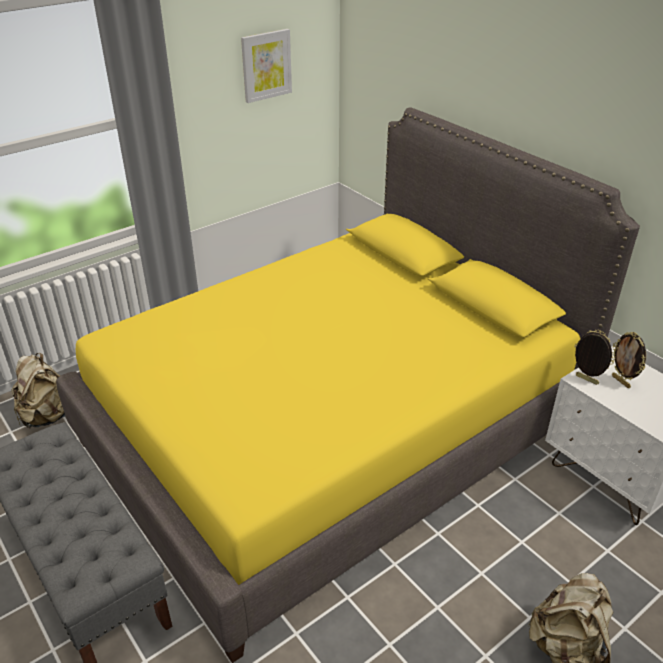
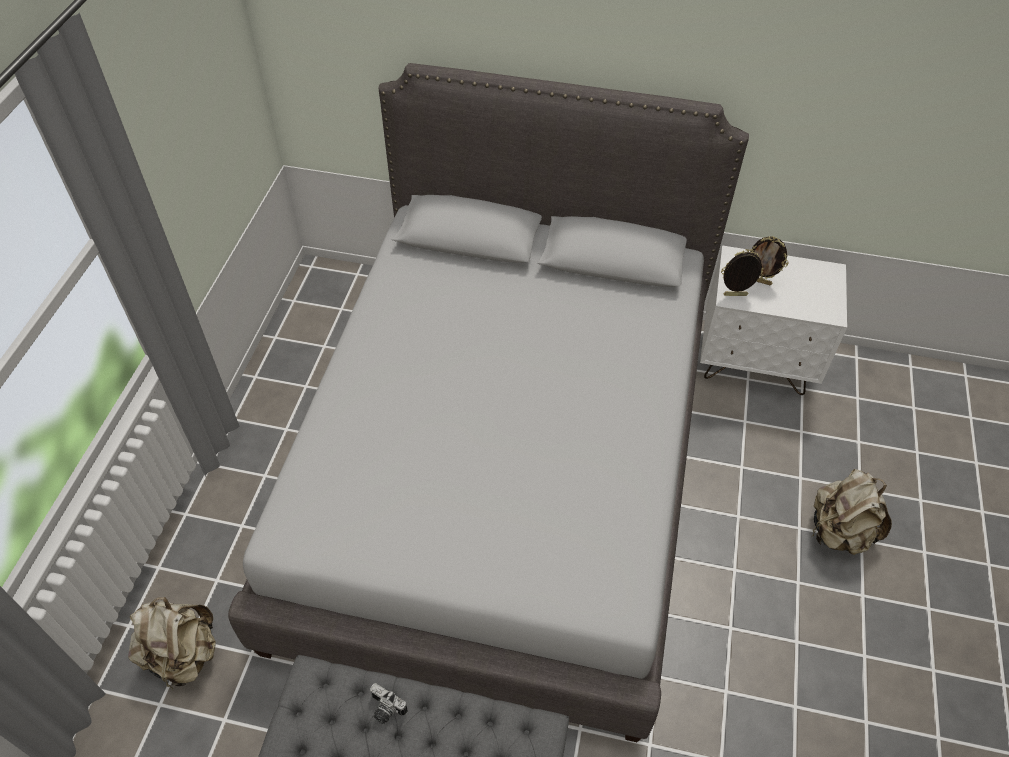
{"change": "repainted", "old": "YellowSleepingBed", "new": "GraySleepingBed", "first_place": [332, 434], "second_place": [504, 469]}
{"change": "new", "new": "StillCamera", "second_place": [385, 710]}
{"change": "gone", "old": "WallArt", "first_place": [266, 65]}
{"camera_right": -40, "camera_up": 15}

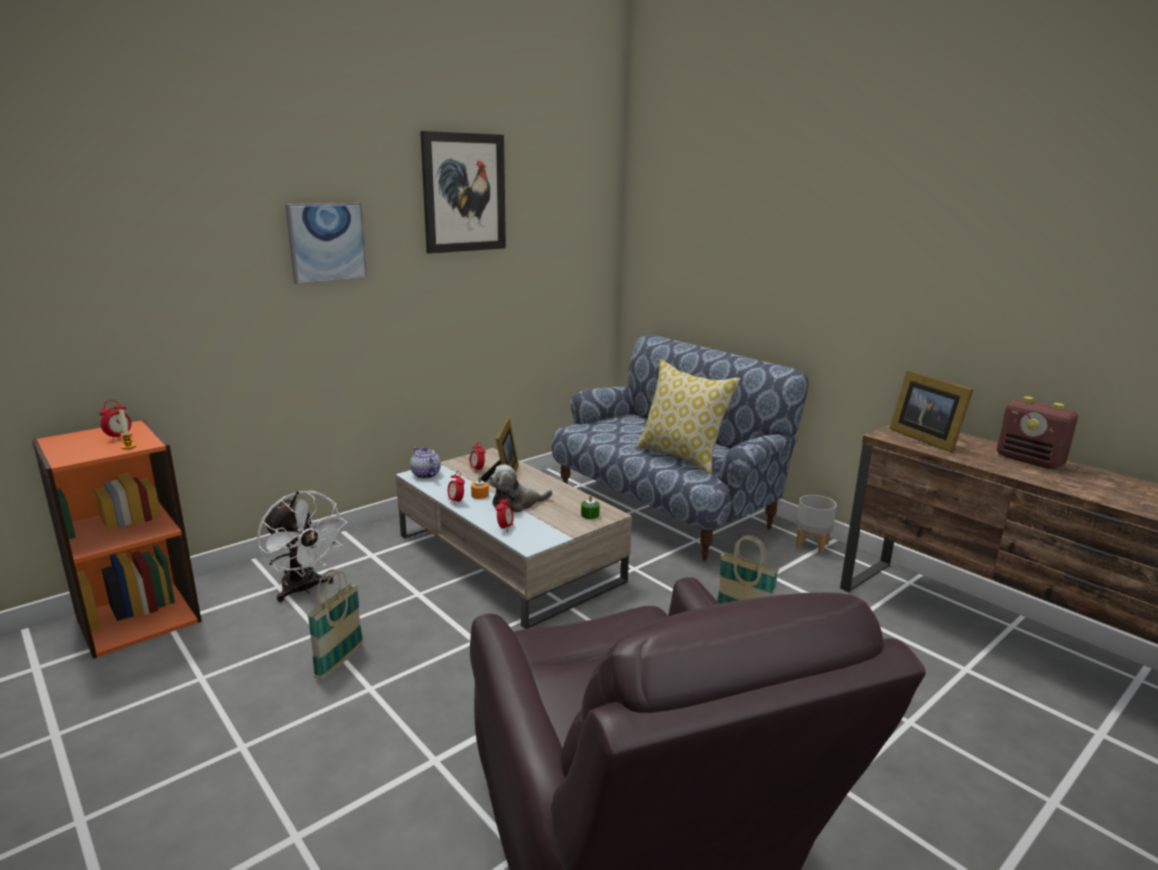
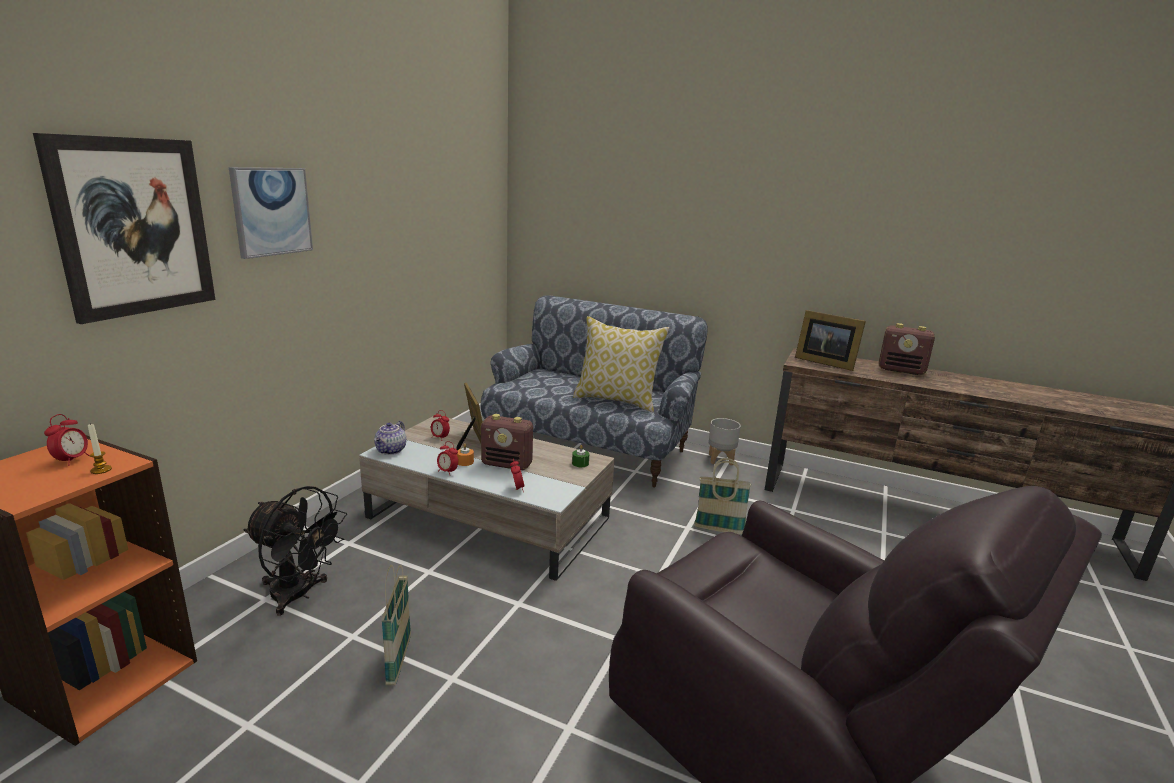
{"change": "shifted", "old": "WallArt", "first_place": [464, 193], "second_place": [133, 227]}
{"change": "repainted", "old": "WhiteElectricFan", "new": "BlackElectricFan", "first_place": [304, 589], "second_place": [299, 595]}
{"change": "rotated", "old": "PotForTea", "first_place": [425, 475], "second_place": [391, 451], "degrees": -105}
{"change": "swapped", "old": "CuddlyToy", "new": "RadioReceiver", "first_place": [517, 504], "second_place": [507, 464]}
{"camera_right": -25, "camera_up": 0}

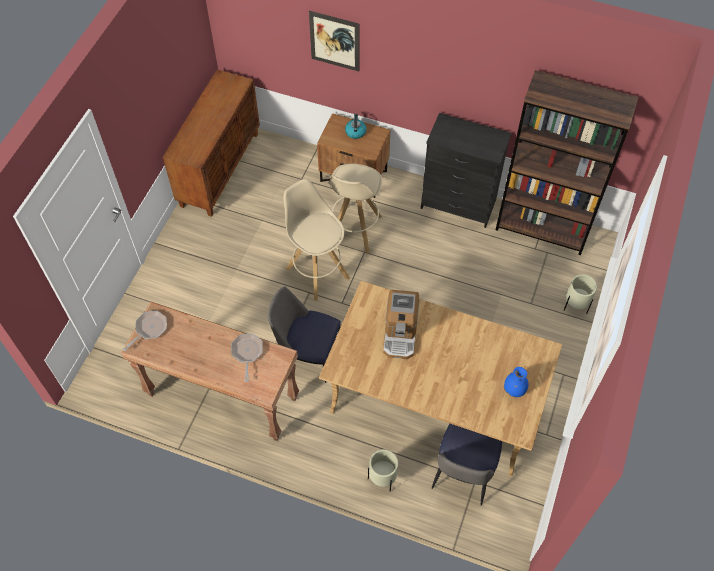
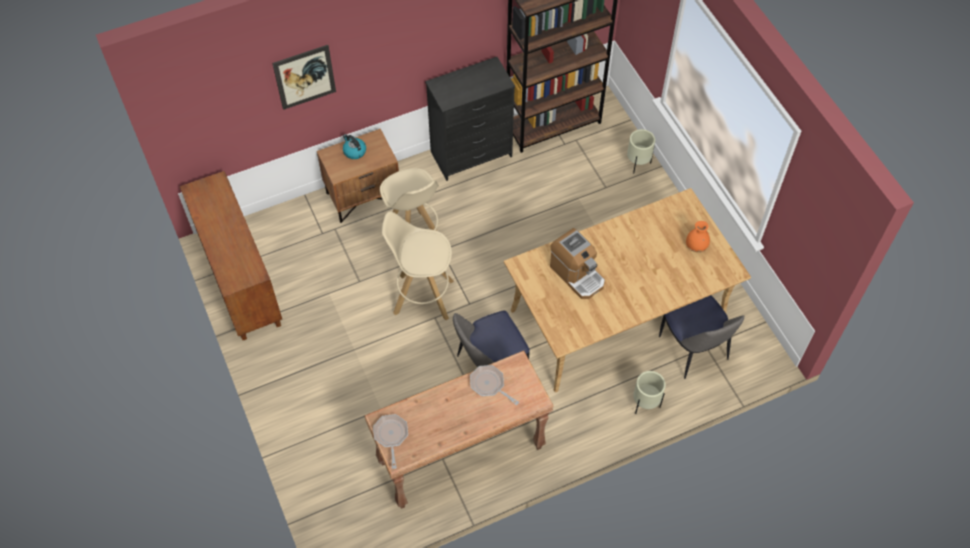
{"change": "repainted", "old": "BlueDecorativeVase", "new": "OrangeyDecorativeVase", "first_place": [514, 390], "second_place": [696, 246]}
{"camera_right": -45, "camera_up": 0}

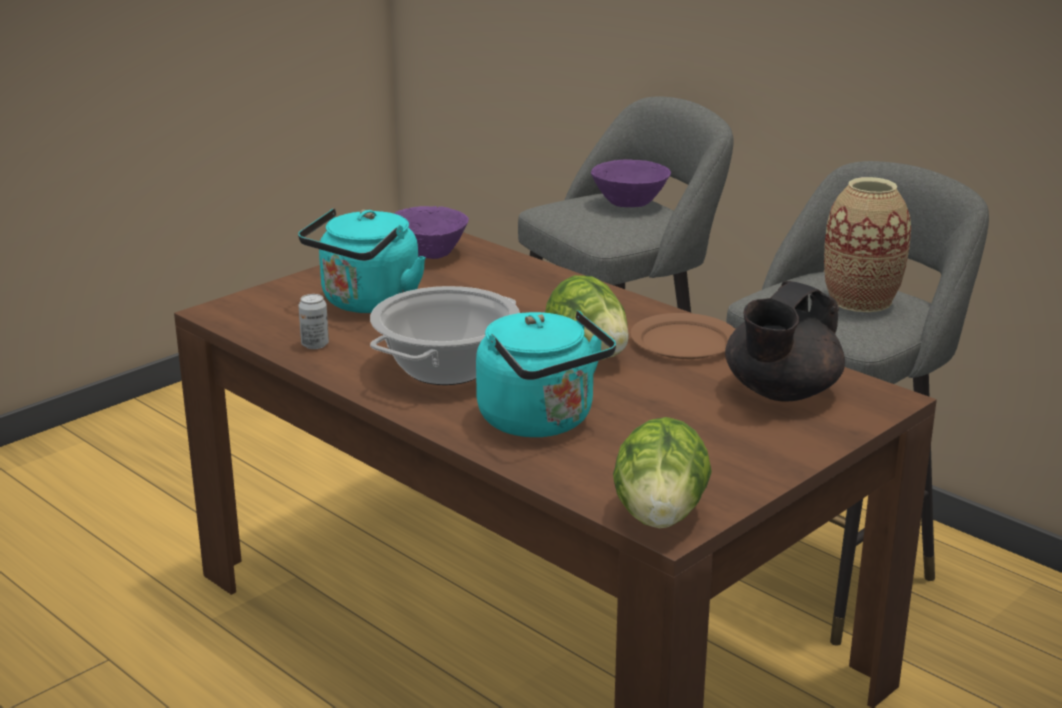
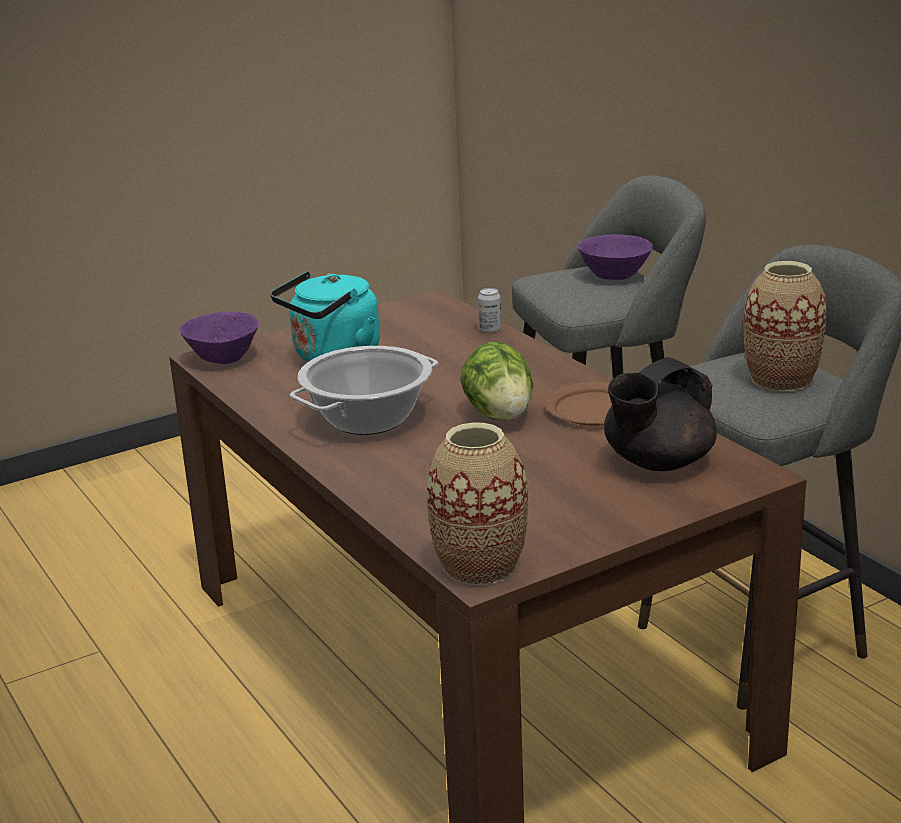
{"change": "shifted", "old": "PurpleBowl", "first_place": [428, 253], "second_place": [224, 358]}
{"change": "swapped", "old": "LettuceHead", "new": "DecorativeVase", "first_place": [660, 515], "second_place": [480, 566]}
{"change": "shifted", "old": "MetalCan", "first_place": [315, 345], "second_place": [490, 330]}
{"change": "gone", "old": "TurquoiseColouredWaterKettle", "first_place": [541, 422]}
{"camera_right": 15, "camera_up": 0}

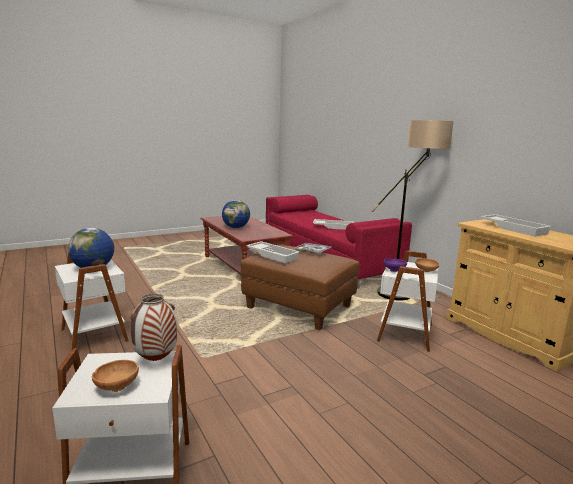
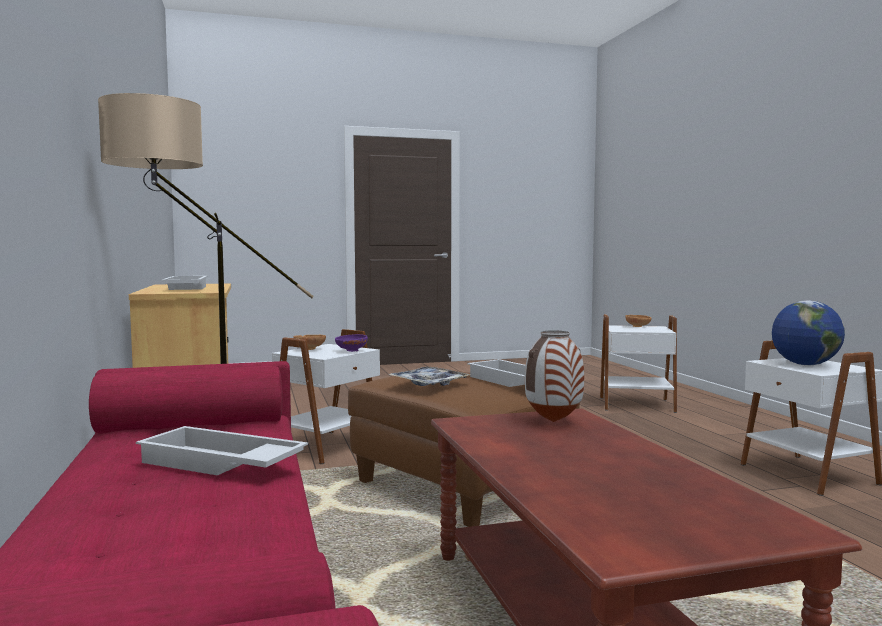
{"change": "shifted", "old": "DecorativeVase", "first_place": [156, 360], "second_place": [553, 421]}
{"change": "gone", "old": "WorldGlobe", "first_place": [236, 227]}
{"camera_right": -165, "camera_up": -10}

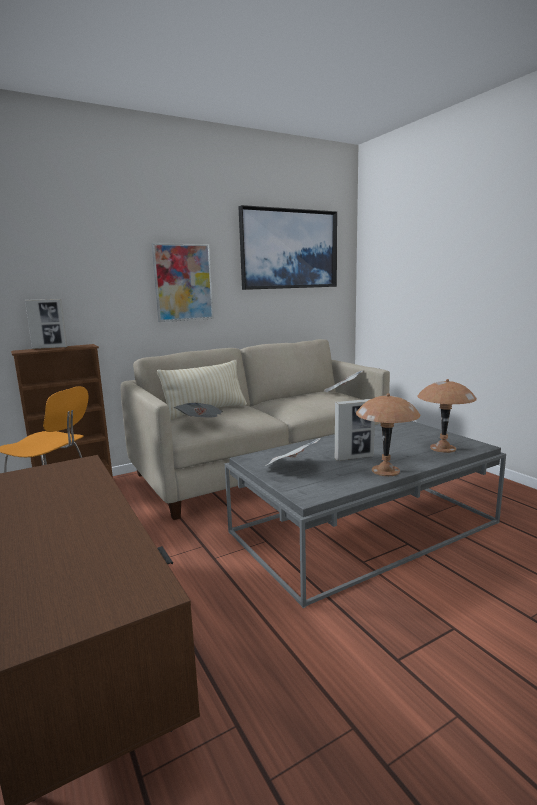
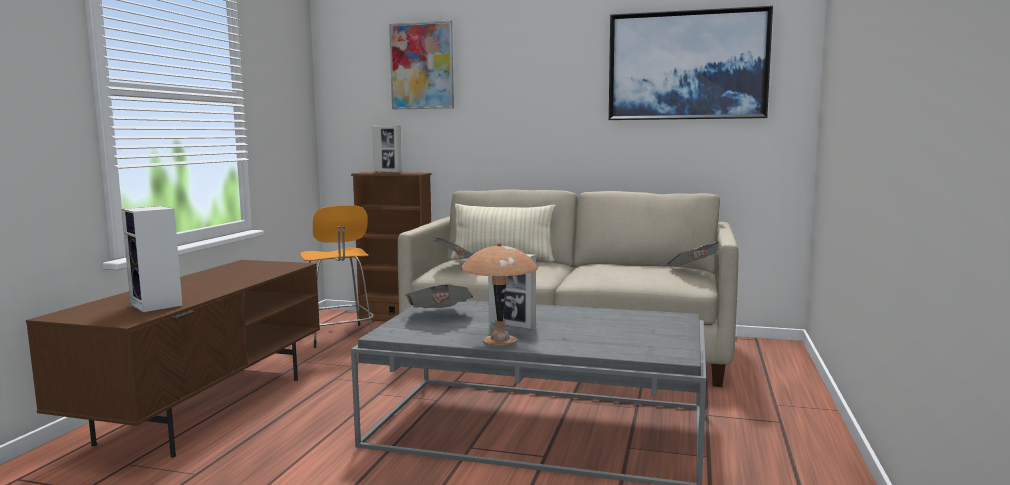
{"change": "new", "new": "Loudspeaker", "second_place": [158, 305]}
{"change": "shifted", "old": "WallArt", "first_place": [183, 282], "second_place": [422, 66]}
{"change": "gone", "old": "BrownishLampForATable", "first_place": [442, 448]}
{"camera_right": 45, "camera_up": -5}

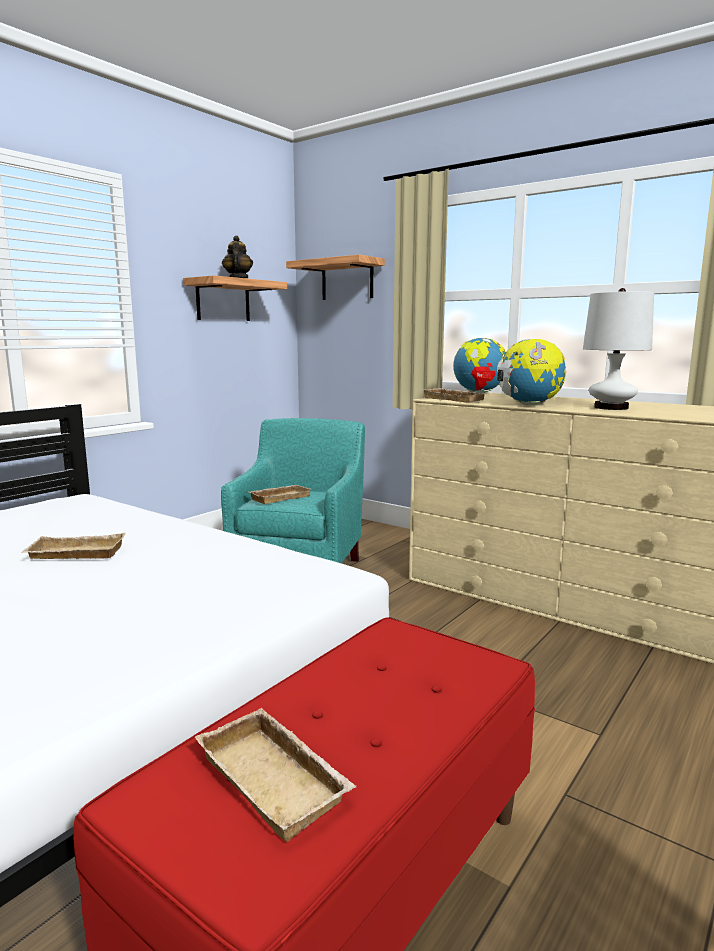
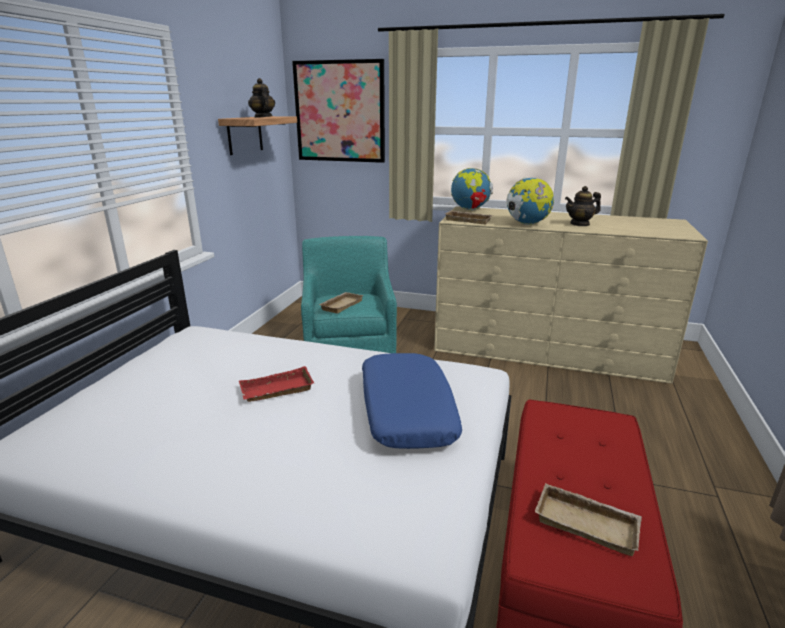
{"change": "repainted", "old": "BeigeCarryingTray", "new": "RedColouredCarryingTray", "first_place": [74, 554], "second_place": [276, 391]}
{"change": "swapped", "old": "BracketShelf", "new": "WallArt", "first_place": [347, 280], "second_place": [340, 112]}
{"change": "new", "new": "BluePillow", "second_place": [406, 411]}
{"change": "swapped", "old": "WhiteLampForATable", "new": "PotForTea", "first_place": [611, 408], "second_place": [580, 224]}
{"camera_right": -20, "camera_up": 10}

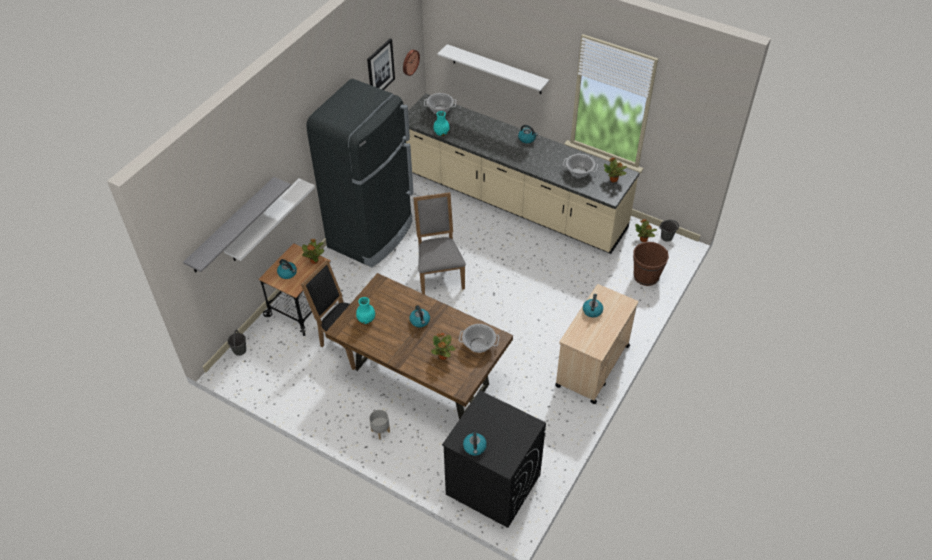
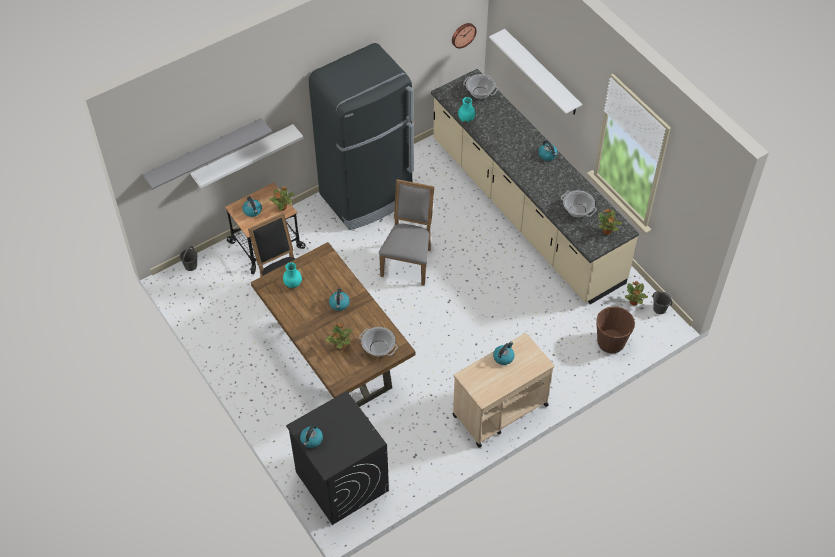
{"change": "gone", "old": "WallArt", "first_place": [380, 69]}
{"change": "gone", "old": "GrayFlowerPot", "first_place": [380, 431]}
{"camera_right": 25, "camera_up": 5}

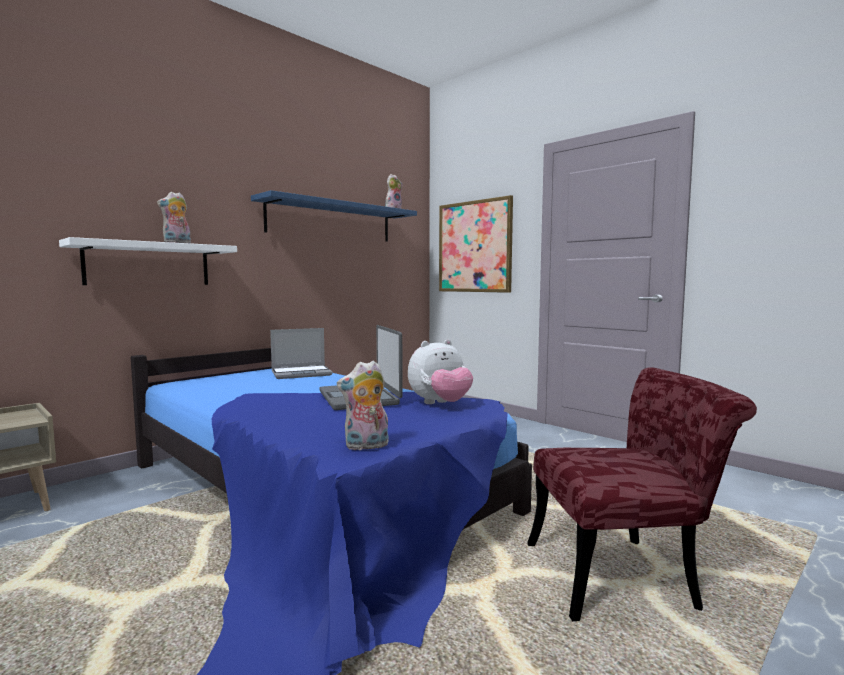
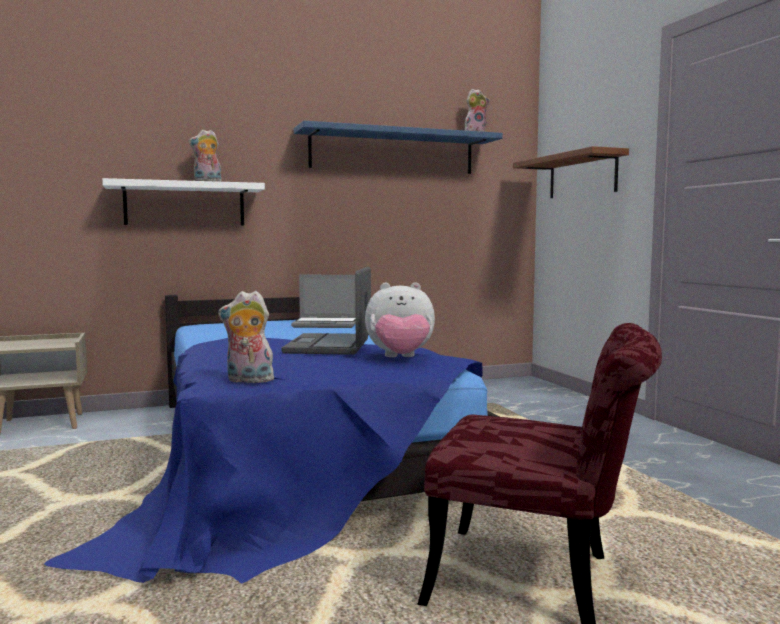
{"change": "swapped", "old": "WallArt", "new": "BrownishBracketShelf", "first_place": [474, 247], "second_place": [582, 176]}
{"camera_right": 25, "camera_up": 0}

